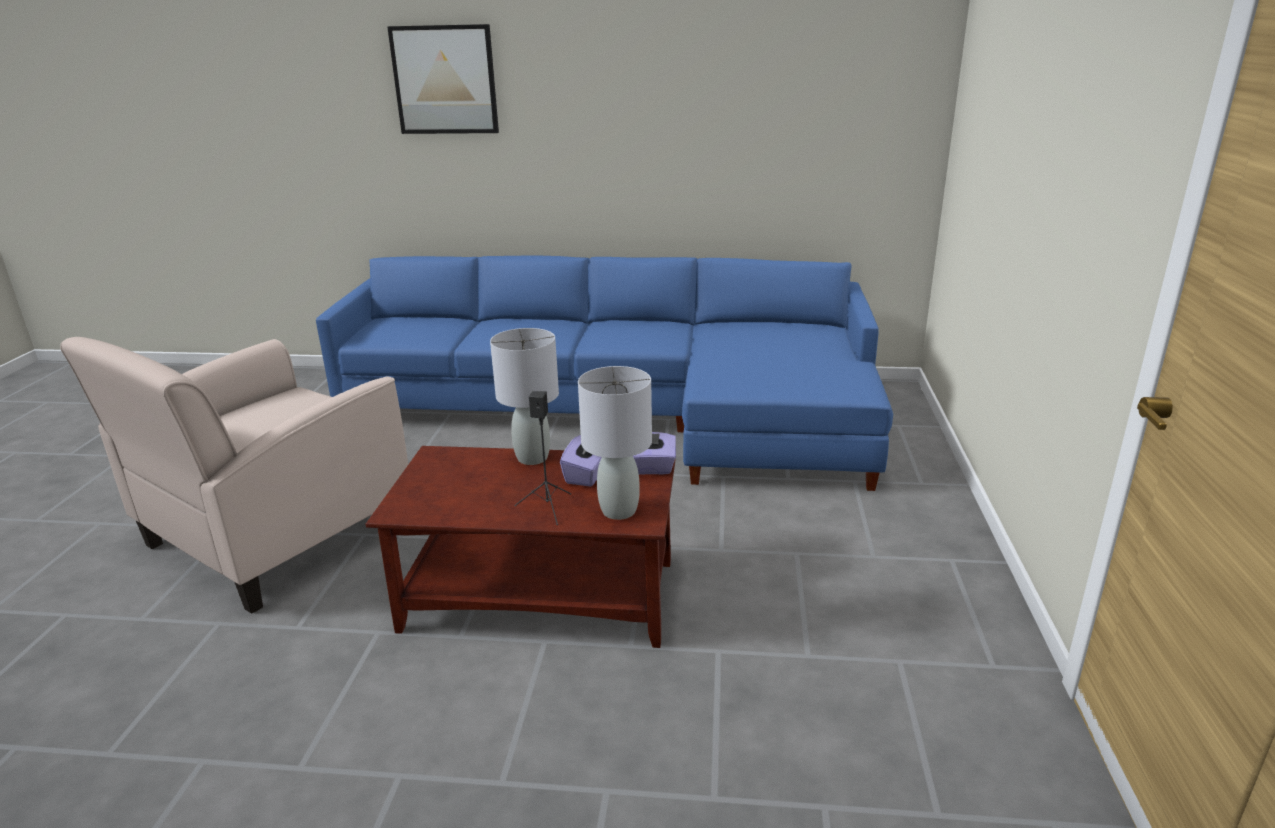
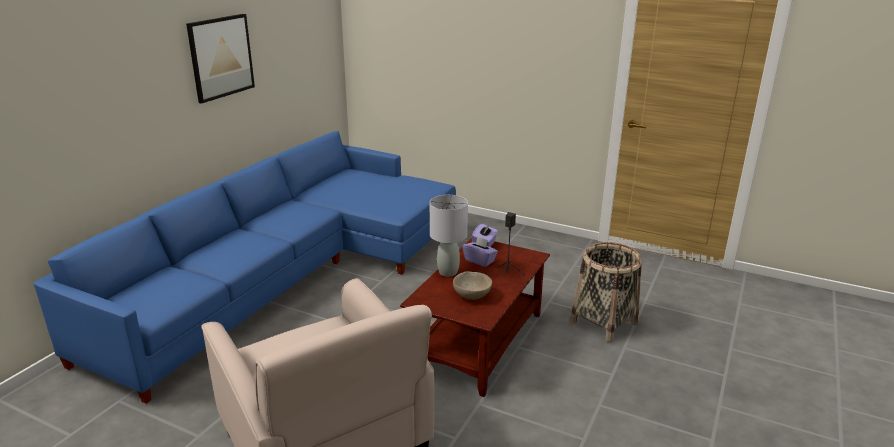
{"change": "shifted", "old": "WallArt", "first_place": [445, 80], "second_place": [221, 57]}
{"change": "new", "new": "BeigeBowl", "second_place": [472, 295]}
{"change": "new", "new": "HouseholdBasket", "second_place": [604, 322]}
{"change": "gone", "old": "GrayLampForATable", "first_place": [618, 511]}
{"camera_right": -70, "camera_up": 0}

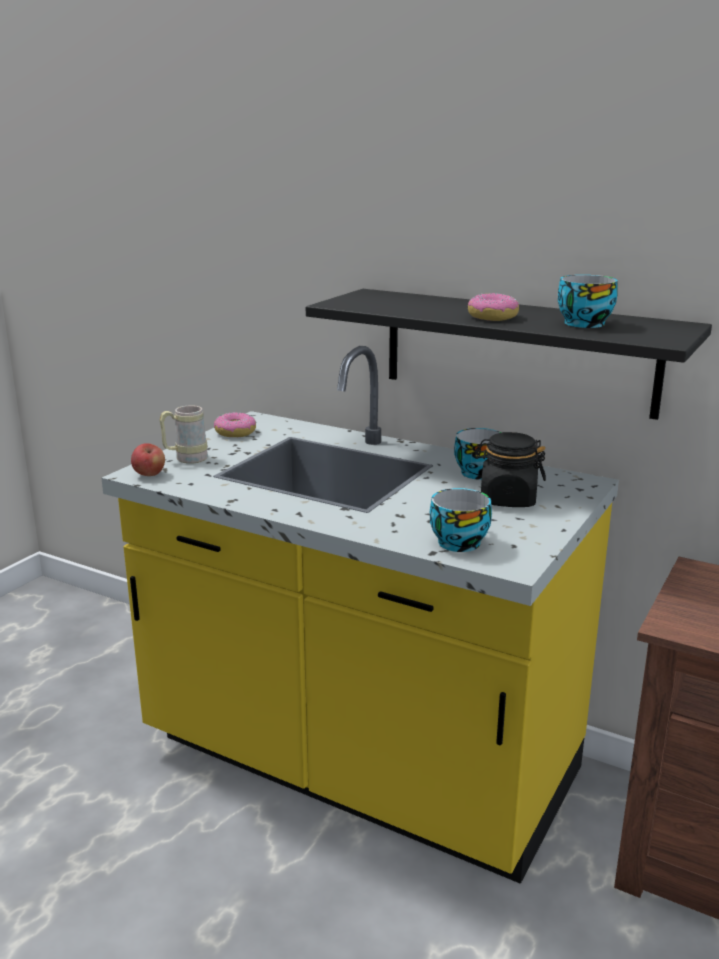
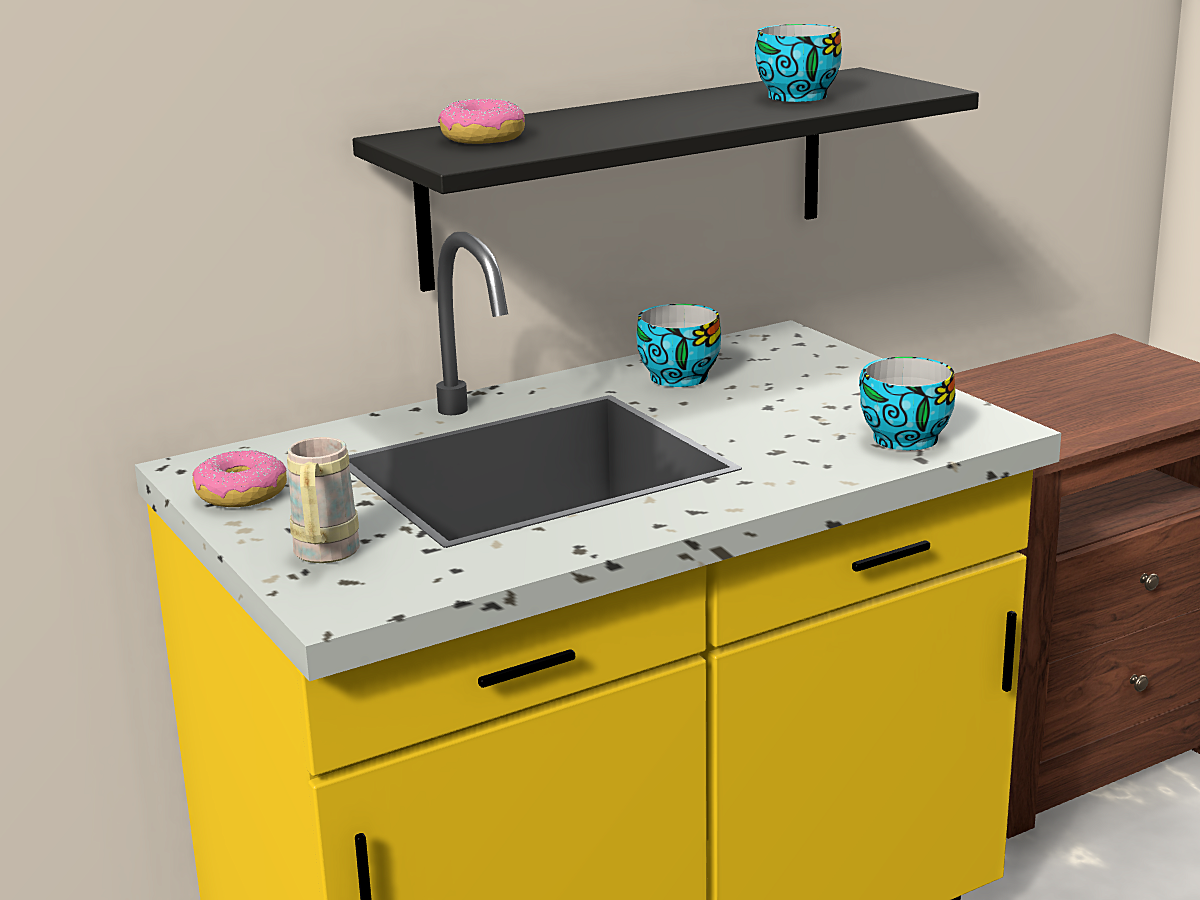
{"change": "shifted", "old": "Donut", "first_place": [492, 317], "second_place": [482, 138]}
{"change": "gone", "old": "Apple", "first_place": [149, 475]}
{"change": "gone", "old": "BlackStorageJar", "first_place": [507, 499]}
{"camera_right": -60, "camera_up": 0}

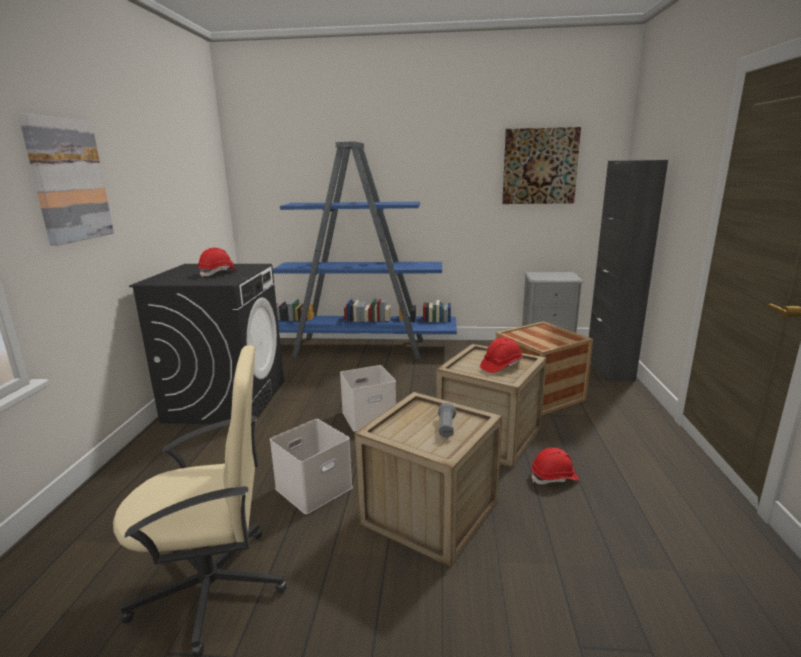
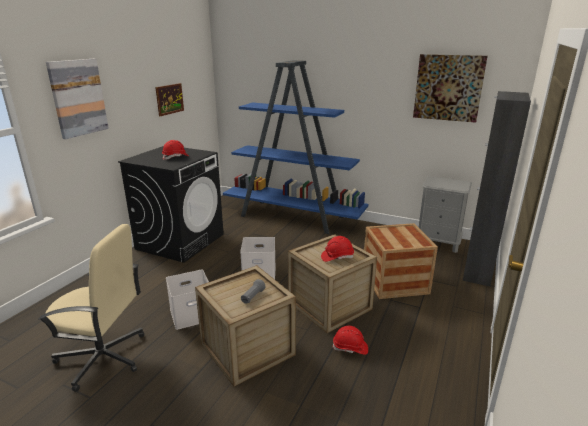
{"change": "new", "new": "WallArt", "second_place": [169, 99]}
{"camera_right": 20, "camera_up": 5}

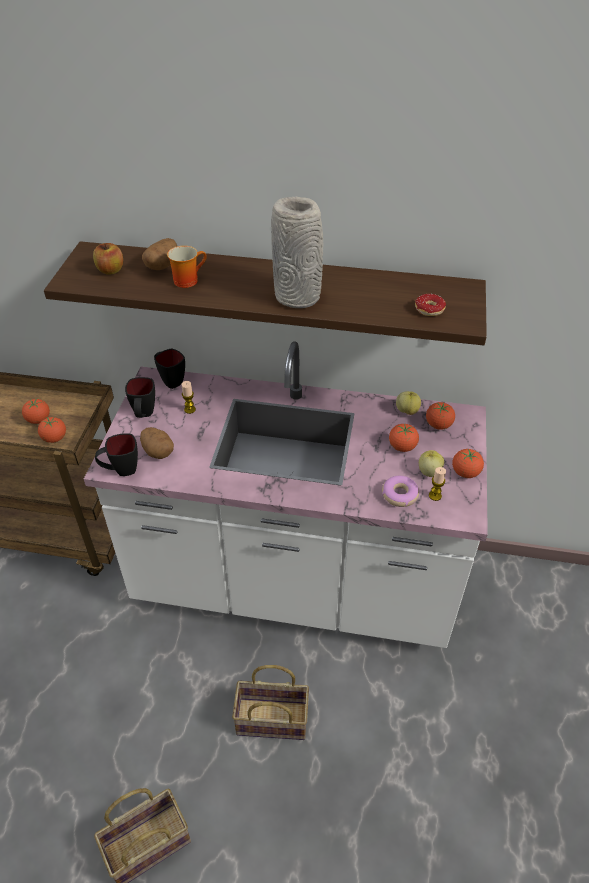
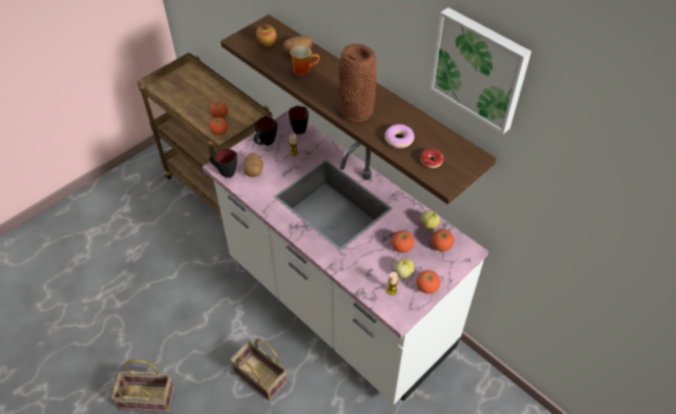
{"change": "repainted", "old": "GrayDecorativeVase", "new": "BrownishDecorativeVase", "first_place": [298, 297], "second_place": [357, 112]}
{"change": "shifted", "old": "Donut", "first_place": [400, 495], "second_place": [399, 139]}
{"change": "new", "new": "WallArt", "second_place": [479, 69]}
{"camera_right": 35, "camera_up": 5}

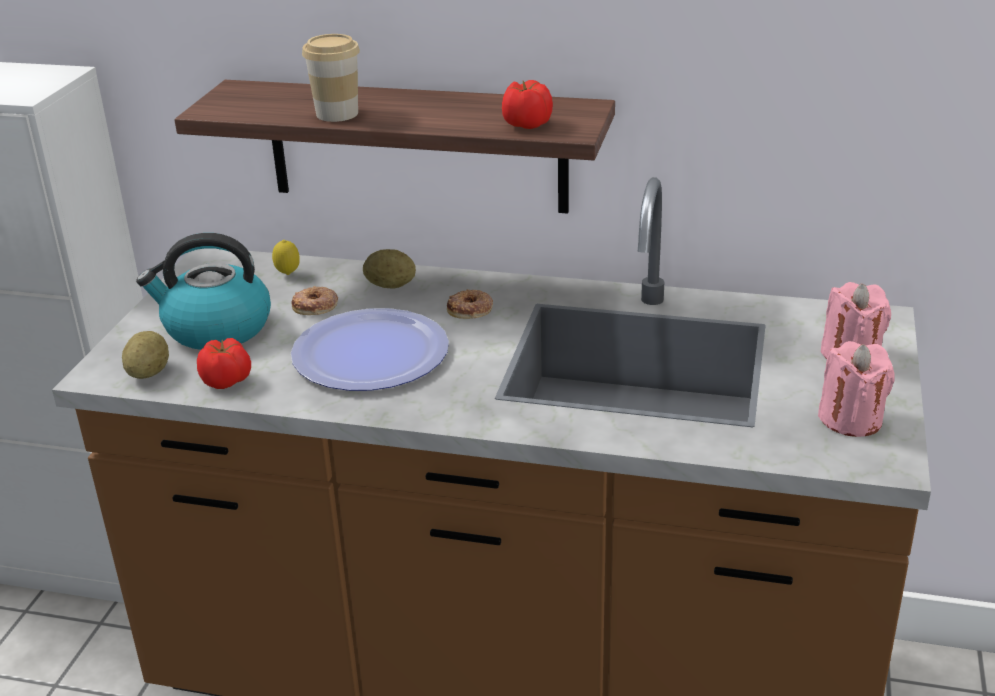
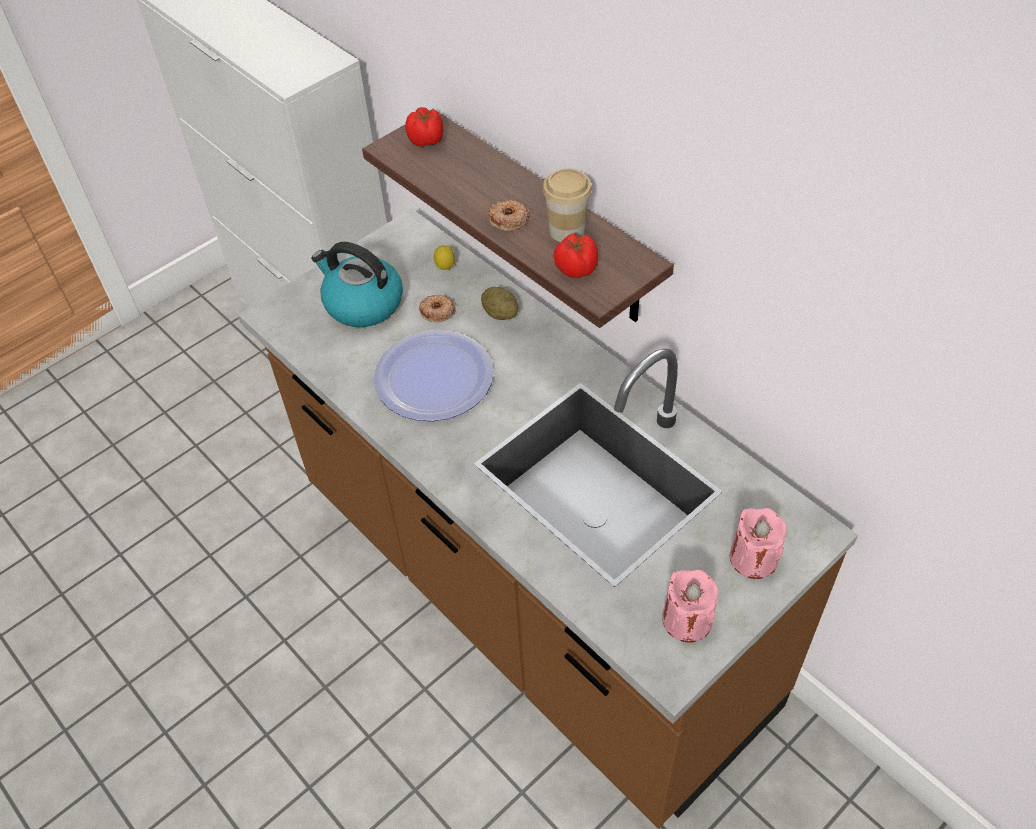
{"change": "shifted", "old": "FreshTomato", "first_place": [227, 381], "second_place": [427, 140]}
{"change": "shifted", "old": "Donut", "first_place": [470, 309], "second_place": [509, 219]}
{"change": "shifted", "old": "SmallCup", "first_place": [337, 114], "second_place": [567, 231]}
{"change": "gone", "old": "WholePotato", "first_place": [148, 373]}
{"camera_right": 35, "camera_up": 20}

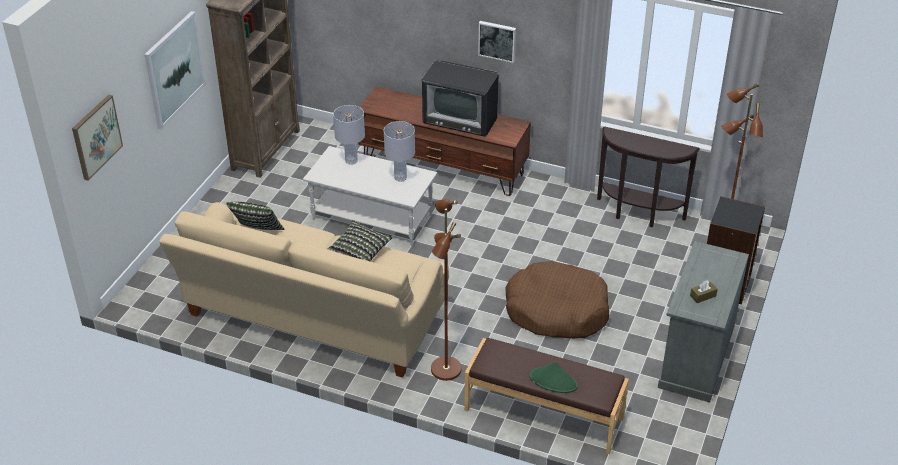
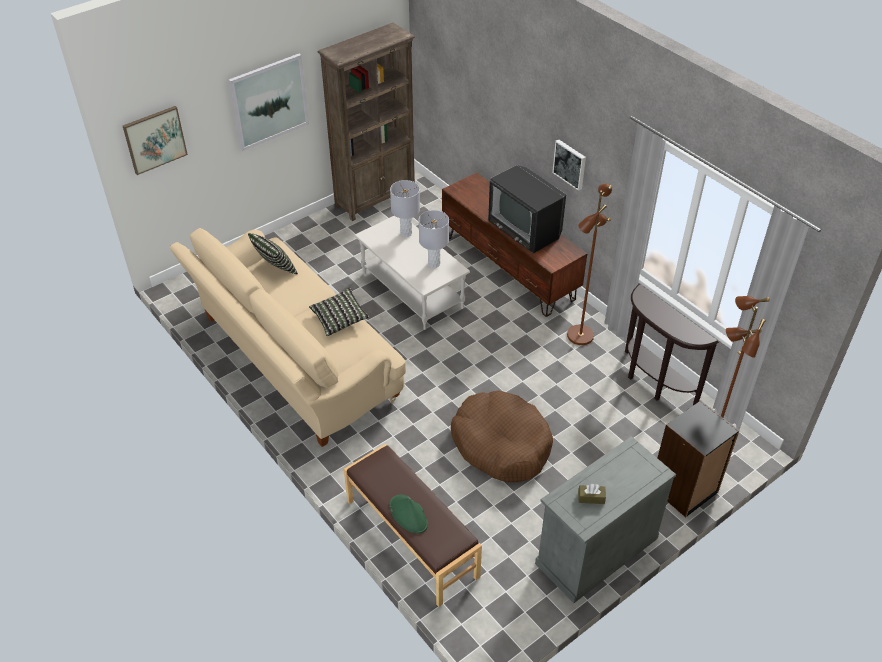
{"change": "shifted", "old": "BrownishStandardLamp", "first_place": [445, 369], "second_place": [579, 335]}
{"camera_right": 30, "camera_up": 5}

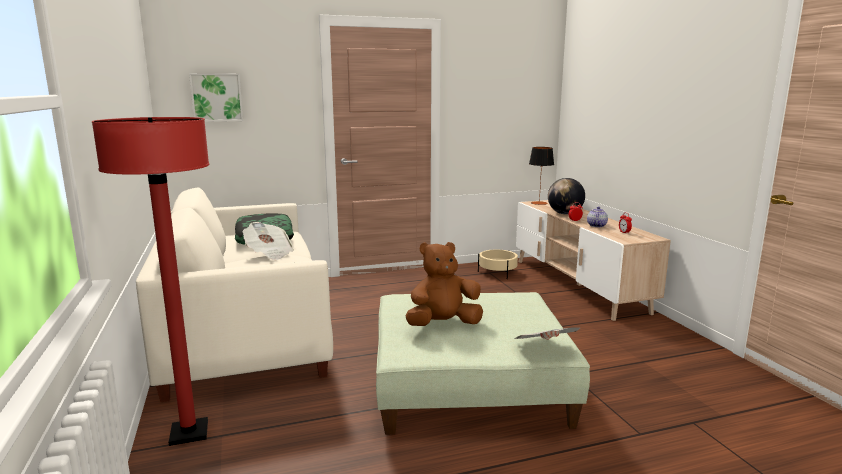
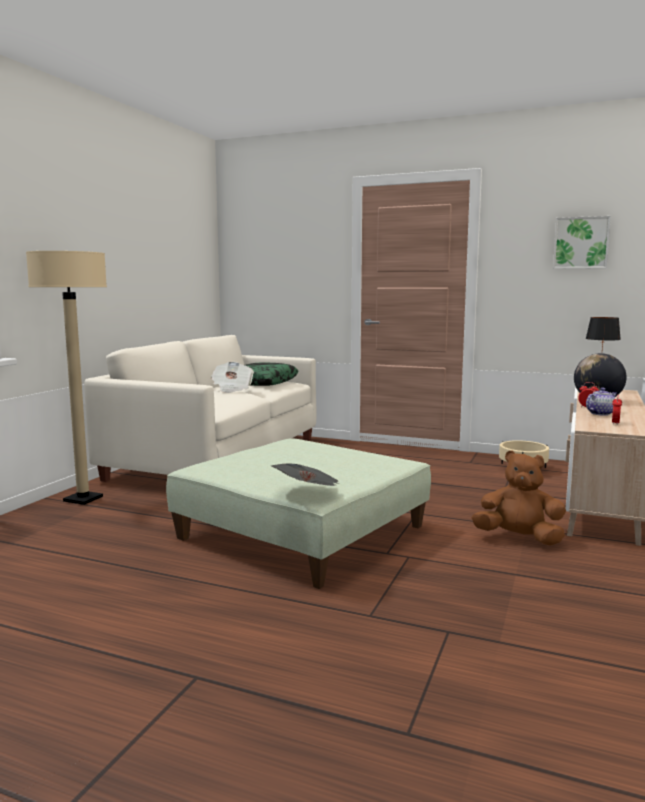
{"change": "repainted", "old": "RedColouredStandardLamp", "new": "BeigeStandardLamp", "first_place": [189, 433], "second_place": [83, 499]}
{"change": "shifted", "old": "BrownishCuddlyToy", "first_place": [443, 324], "second_place": [518, 538]}
{"change": "shifted", "old": "WallArt", "first_place": [217, 97], "second_place": [581, 243]}
{"camera_right": 40, "camera_up": -5}

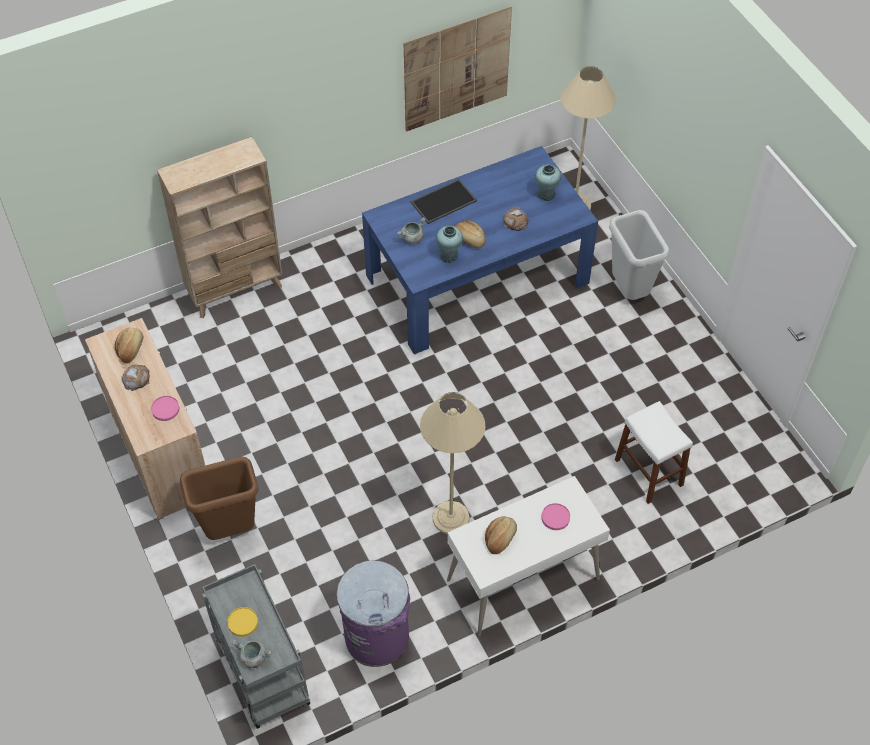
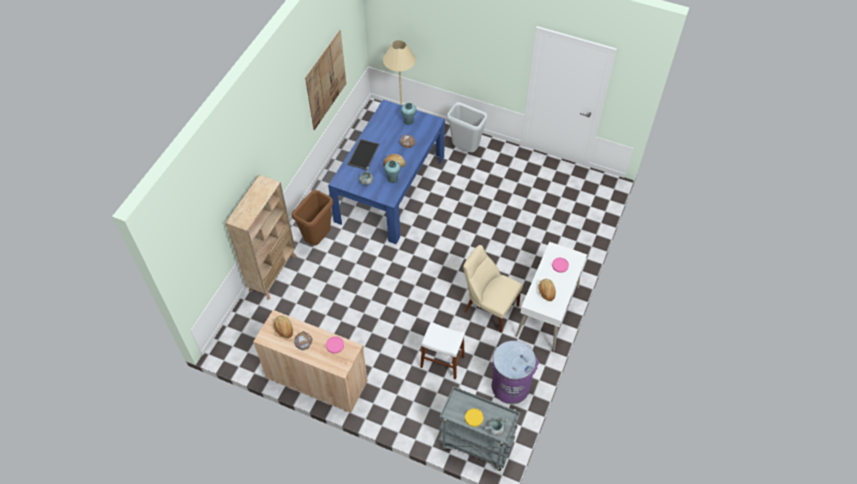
{"change": "shifted", "old": "BrownishTrashCan", "first_place": [230, 531], "second_place": [318, 239]}
{"change": "shifted", "old": "WhiteStool", "first_place": [648, 472], "second_place": [442, 362]}
{"change": "swapped", "old": "BeigeStandardLamp", "new": "BeigeChair", "first_place": [450, 517], "second_place": [489, 307]}
{"camera_right": -40, "camera_up": 0}

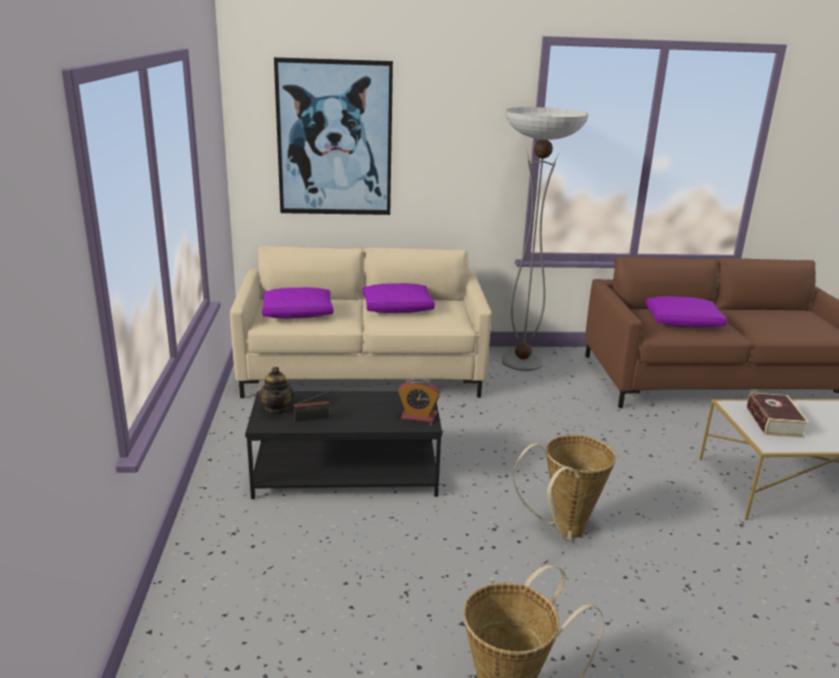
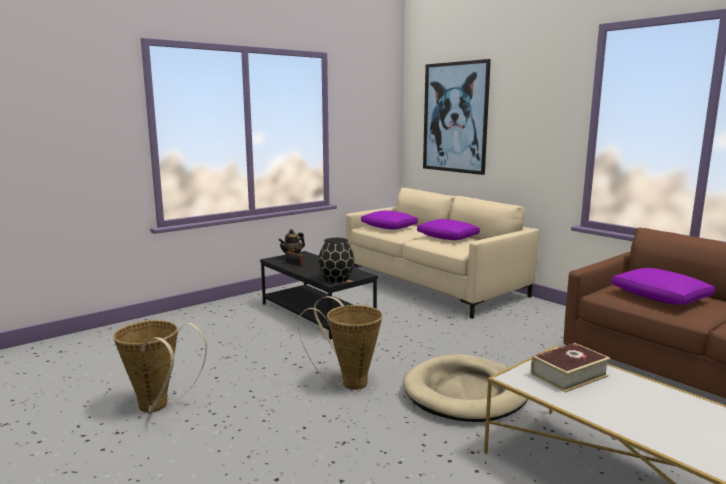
{"change": "swapped", "old": "AlarmClock", "new": "BlackDecorativeVase", "first_place": [418, 417], "second_place": [337, 279]}
{"change": "new", "new": "BeigeDogCushion", "second_place": [466, 393]}
{"change": "gone", "old": "StandardLamp", "first_place": [522, 362]}
{"camera_right": 55, "camera_up": -10}

